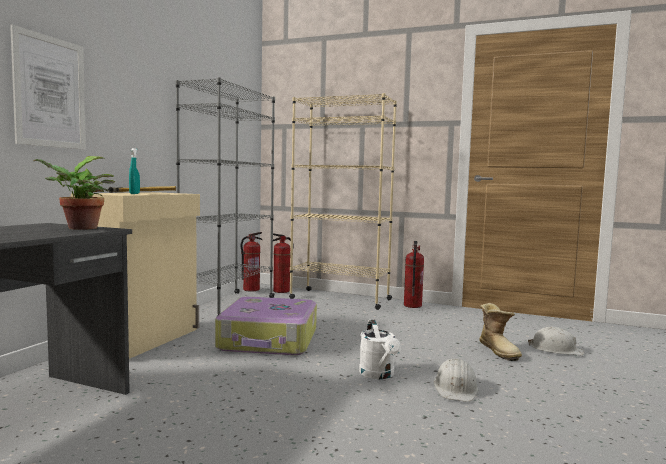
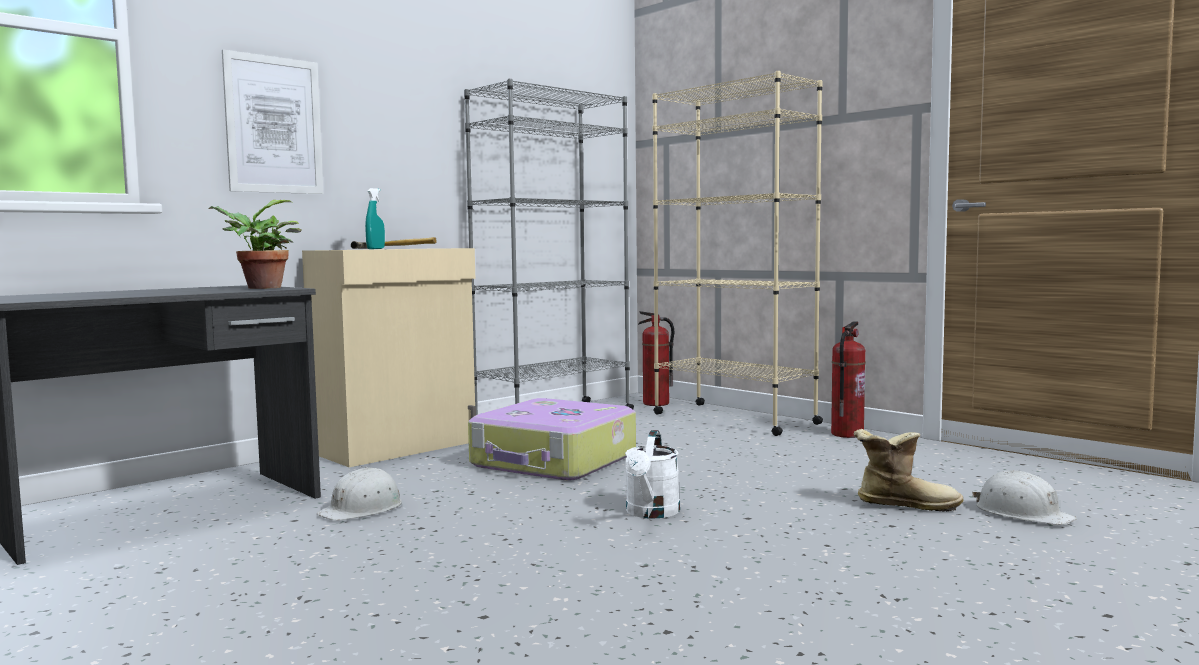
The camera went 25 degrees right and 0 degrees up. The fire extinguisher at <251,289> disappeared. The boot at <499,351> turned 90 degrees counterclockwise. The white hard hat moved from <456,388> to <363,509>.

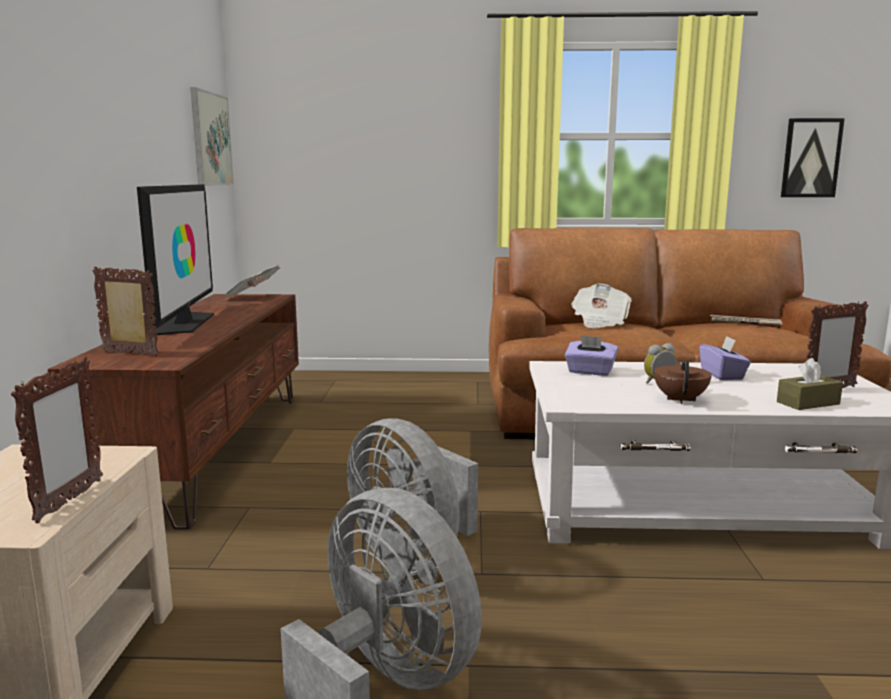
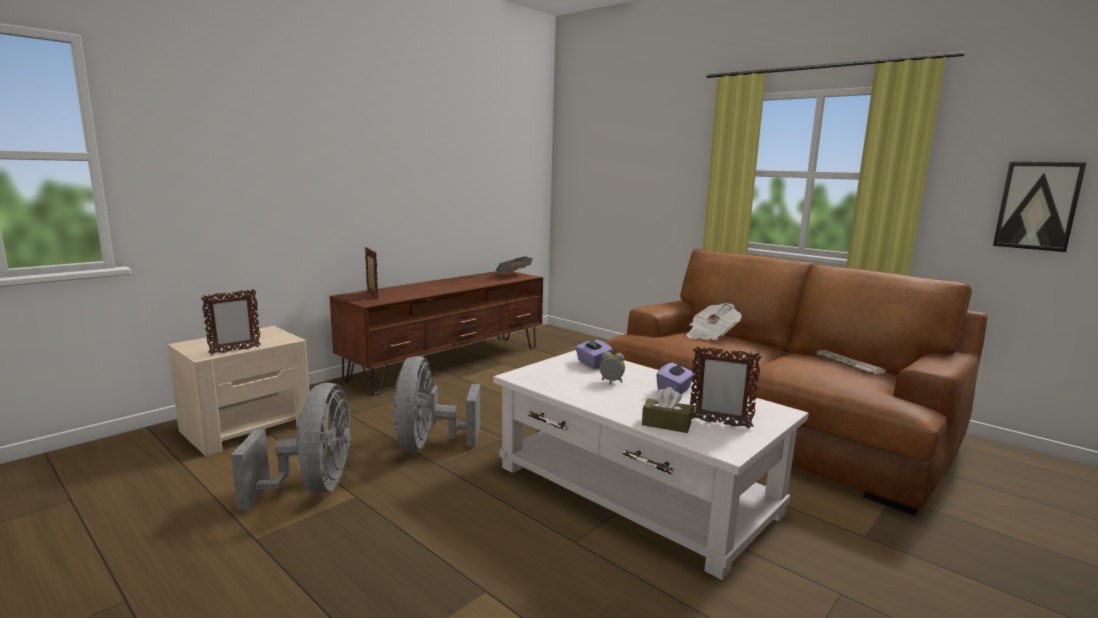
The camera went 40 degrees right and 0 degrees up. The picture at <211,139> disappeared. The television at <183,323> disappeared. The brown teapot at <680,399> disappeared.

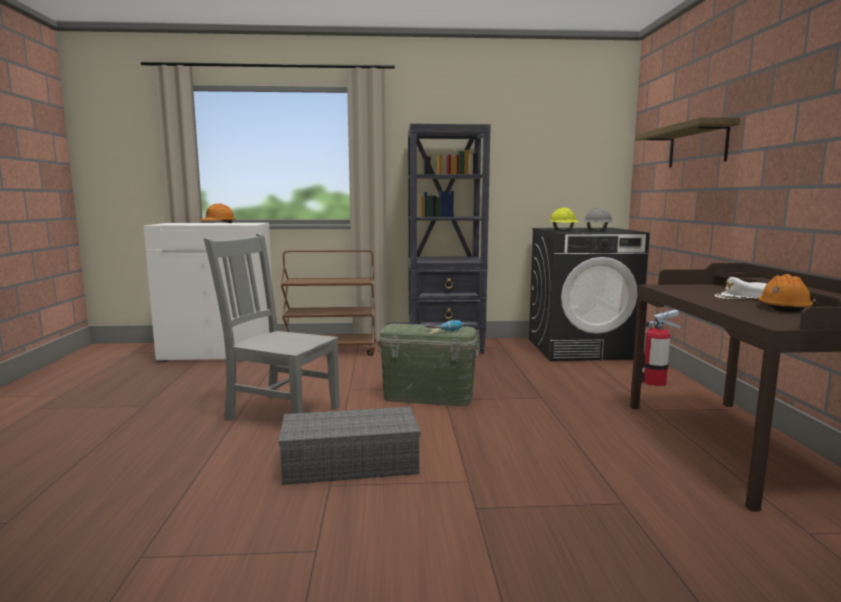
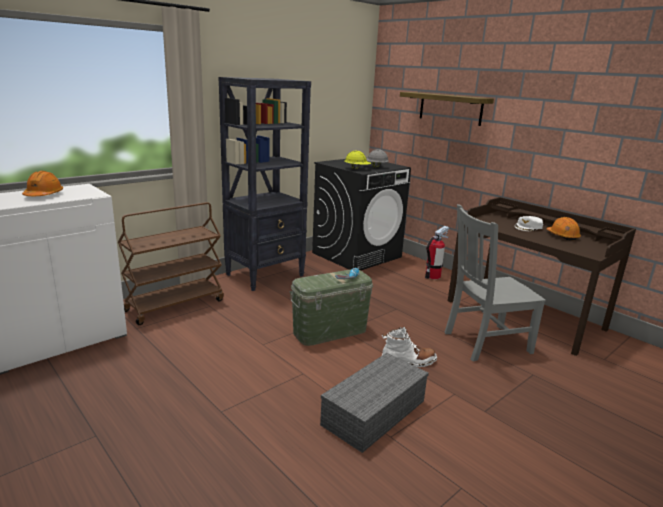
The camera went 40 degrees left and 10 degrees up. The grey chair moved from <280,412> to <484,342>. The white boot at <408,361> appeared.

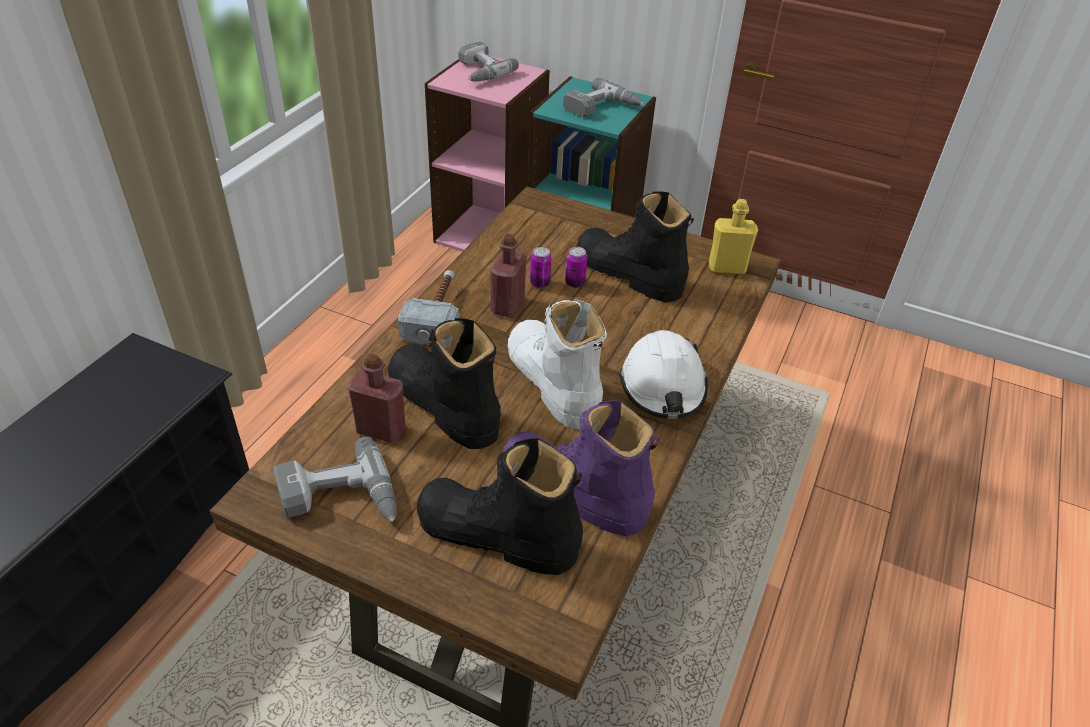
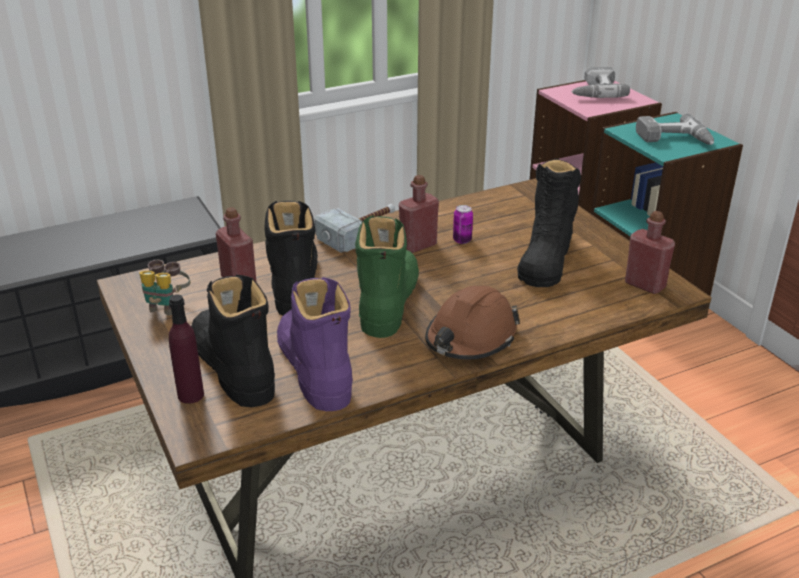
The camera went 40 degrees right and 10 degrees down. The black boot at <628,274> turned 150 degrees counterclockwise. The yellow bottle at <727,268> became the red bottle at <645,285>. The can at <574,283> disappeared. The white boot at <552,382> became the green boot at <388,301>. The white hard hat at <663,387> became the brown hard hat at <470,338>. The power drill at <339,500> was replaced by the binoculars at <167,306>. The purple bottle at <190,395> appeared.

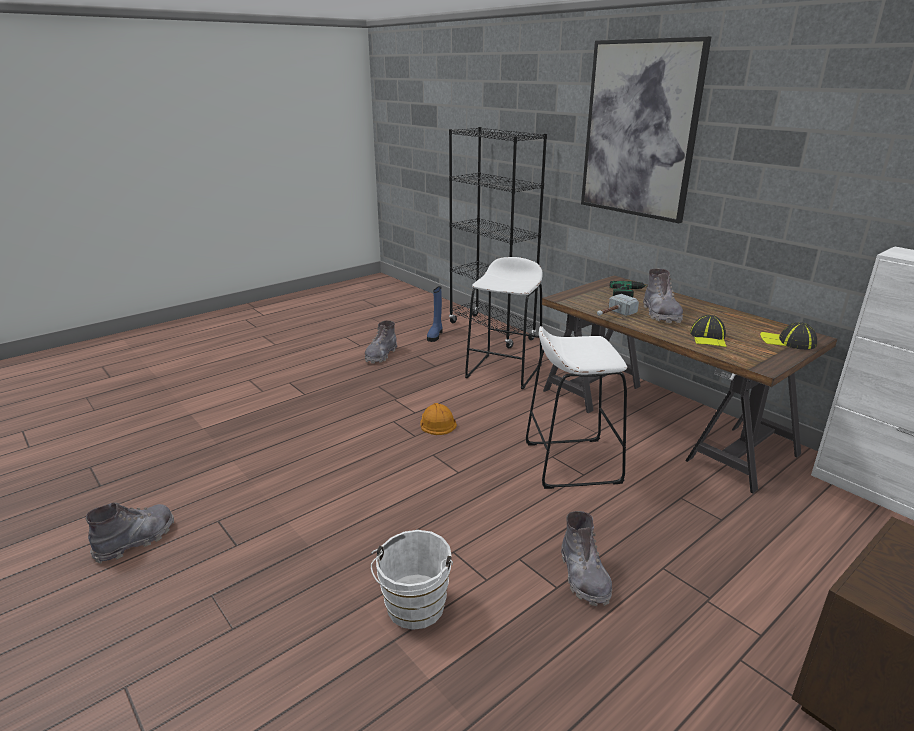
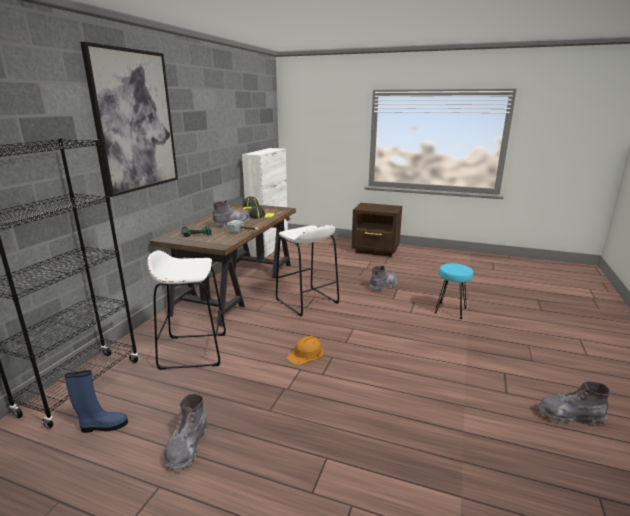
The camera went 120 degrees left and 5 degrees down. The grey boot at <381,355> turned 105 degrees clockwise. The white bucket at <413,610> was replaced by the turquoise stool at <451,310>.

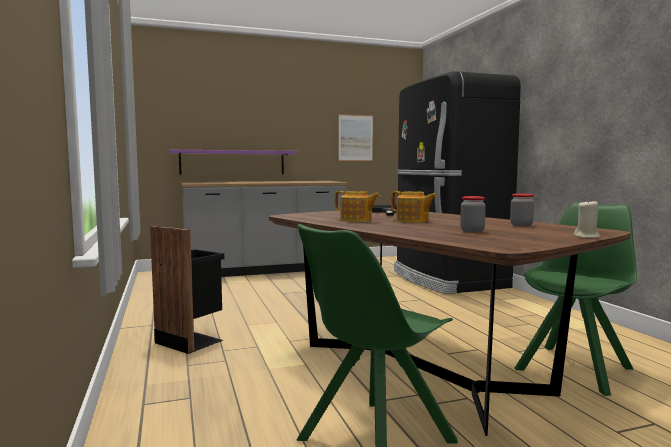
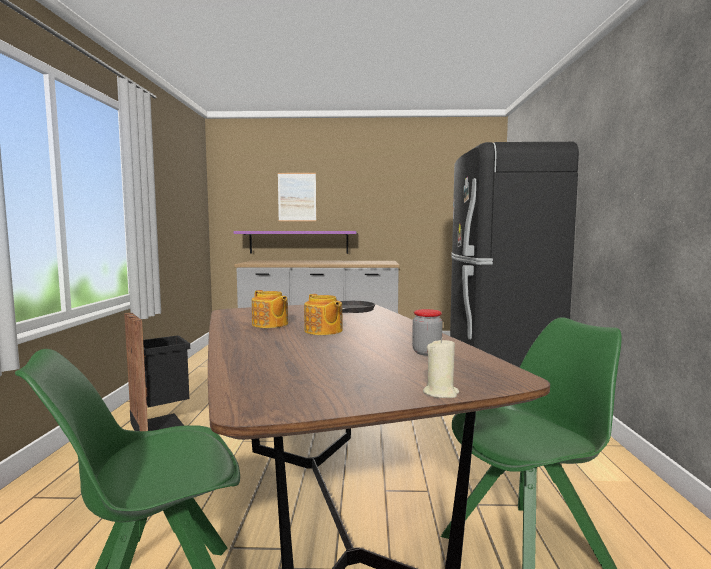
The camera went 20 degrees right and 0 degrees up. The picture moved from <355,138> to <297,197>. The jar at <472,231> disappeared.

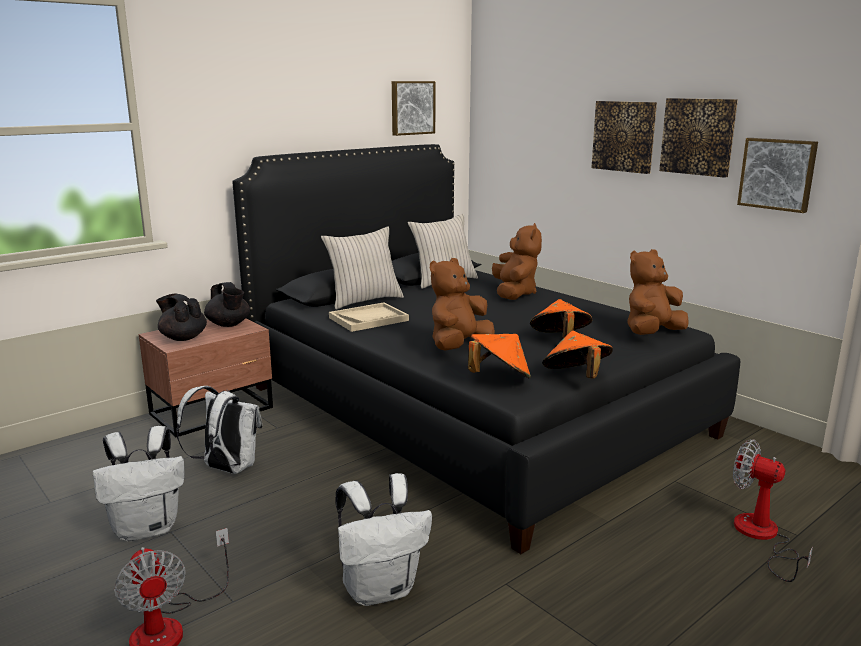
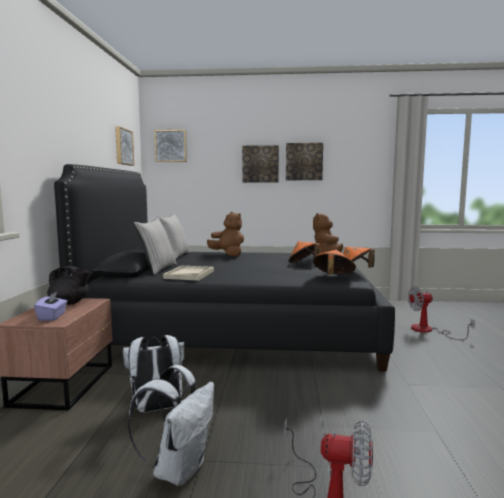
The camera went 45 degrees left and 10 degrees down. The picture moved from <777,174> to <171,146>. The brown plush toy at <458,347> disappeared. The black teapot at <183,338> was replaced by the purple tissue box at <52,317>. The white backpack at <381,589> disappeared.

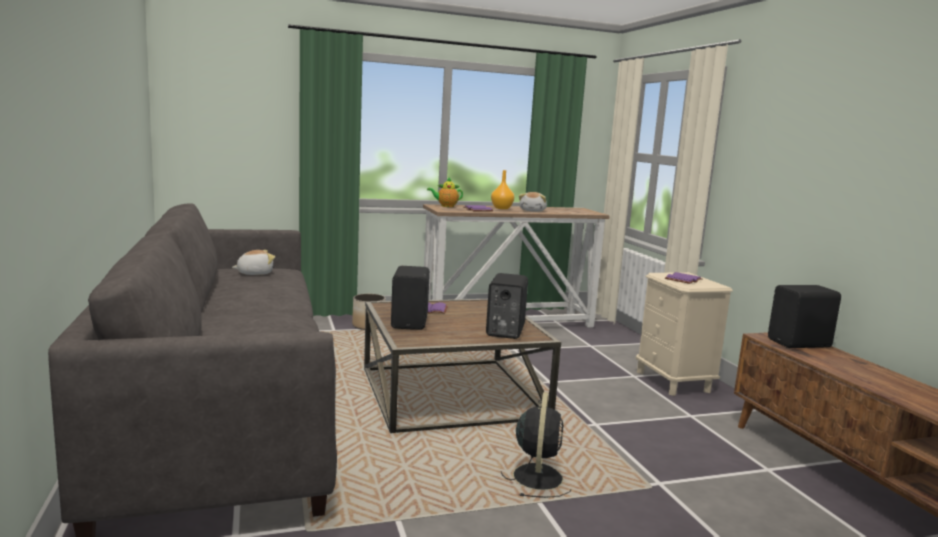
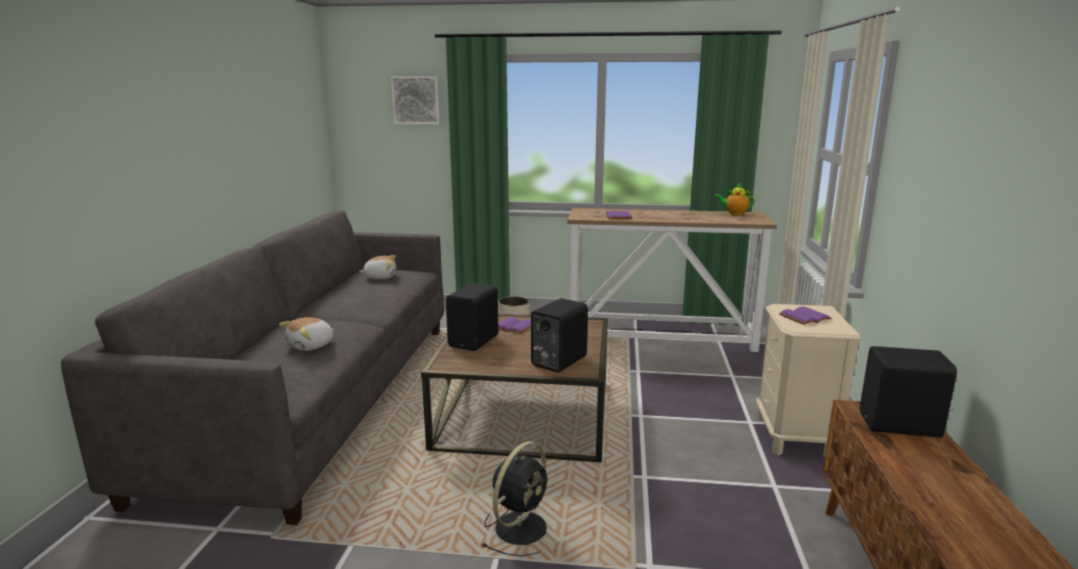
The camera went 25 degrees right and 5 degrees up. The orange vase at <501,208> disappeared. The teapot moved from <446,206> to <734,214>. The plush toy moved from <533,211> to <311,346>. The picture at <416,100> appeared.

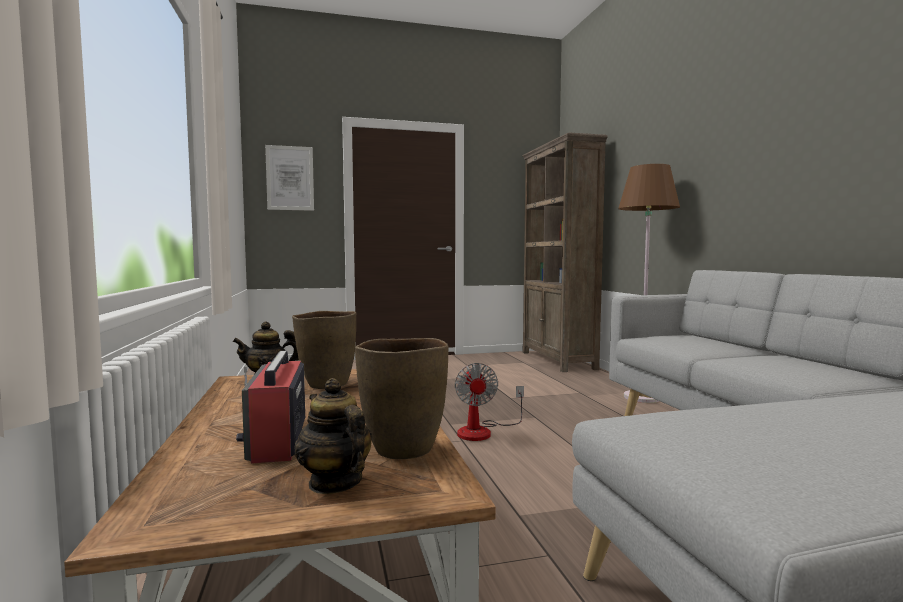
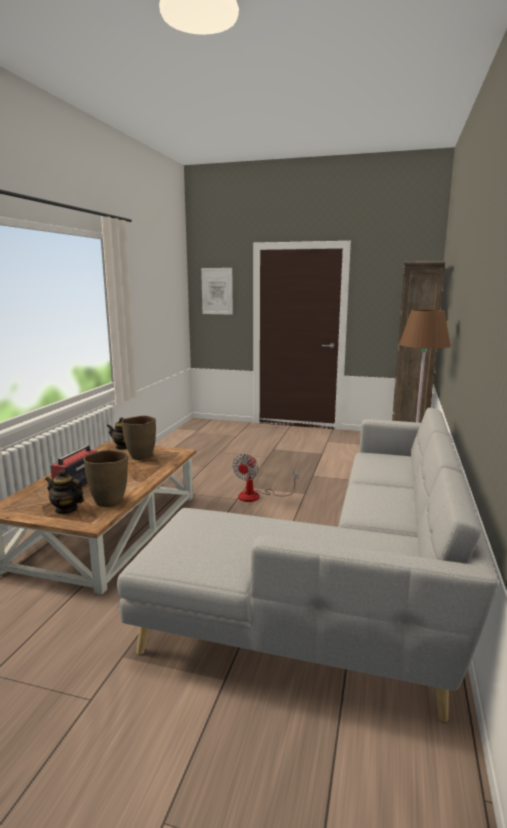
The camera went 30 degrees right and 10 degrees up. The teapot at <334,482> turned 60 degrees counterclockwise.

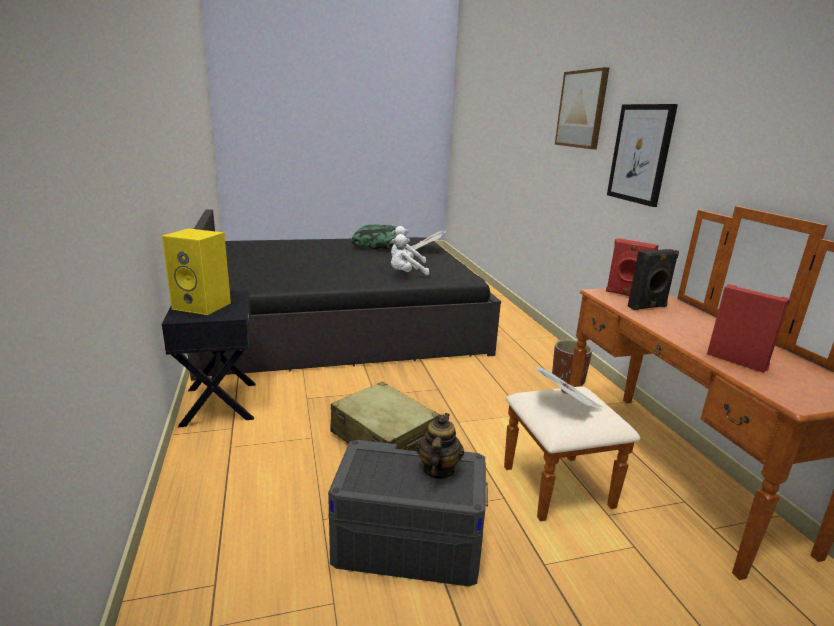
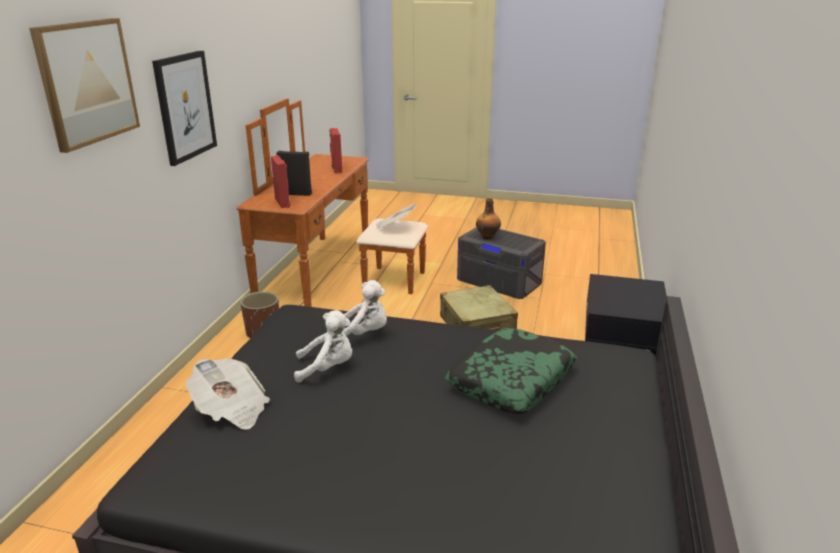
The camera went 150 degrees left and 5 degrees up. The pillow moved from <378,244> to <511,380>. The yellow speaker at <203,306> disappeared. The teapot at <438,470> was replaced by the bottle at <488,237>.

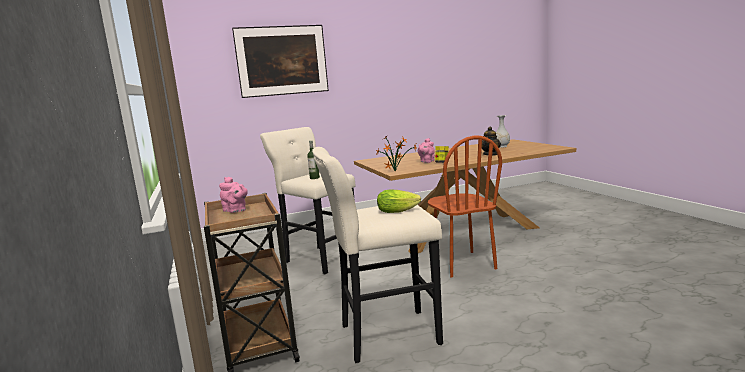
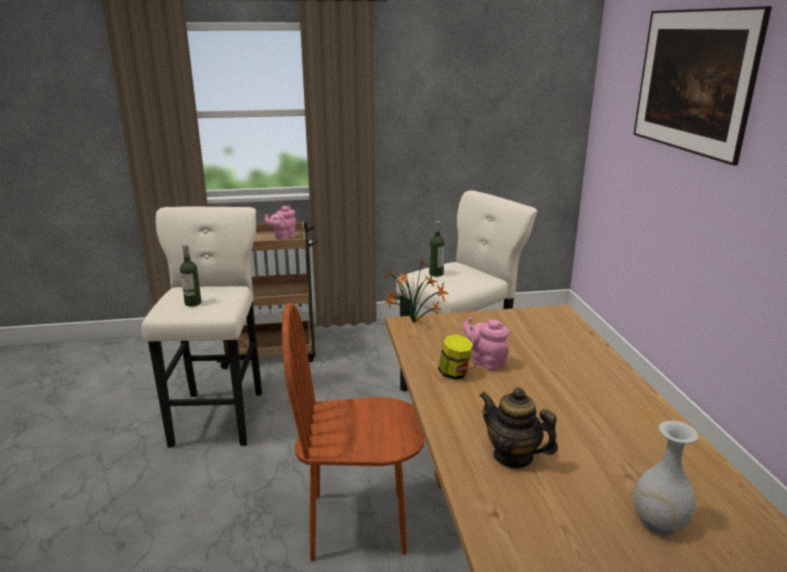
The camera went 100 degrees right and 10 degrees up. The lettuce at <400,211> was replaced by the bottle at <193,303>.

